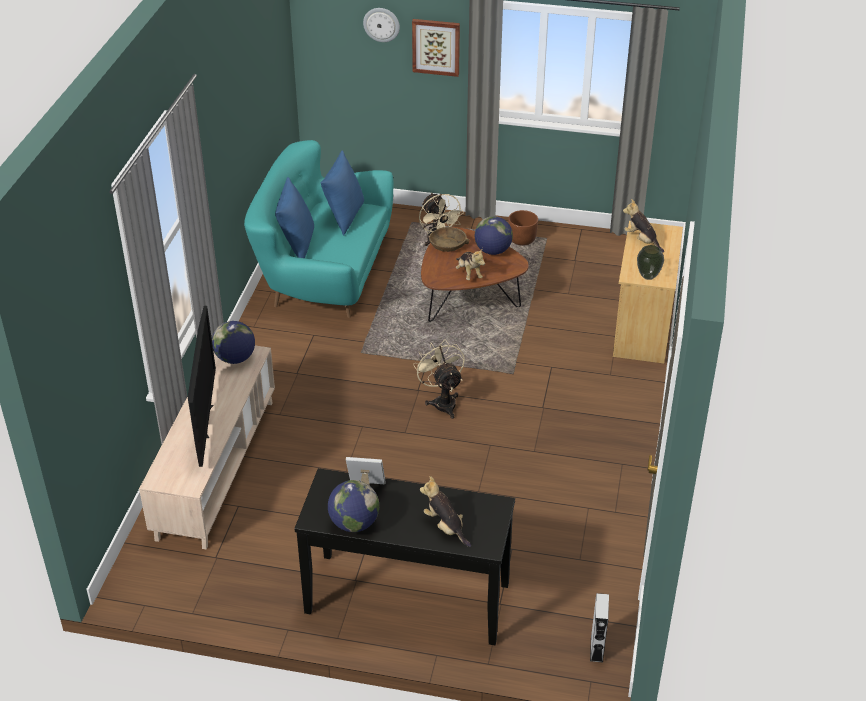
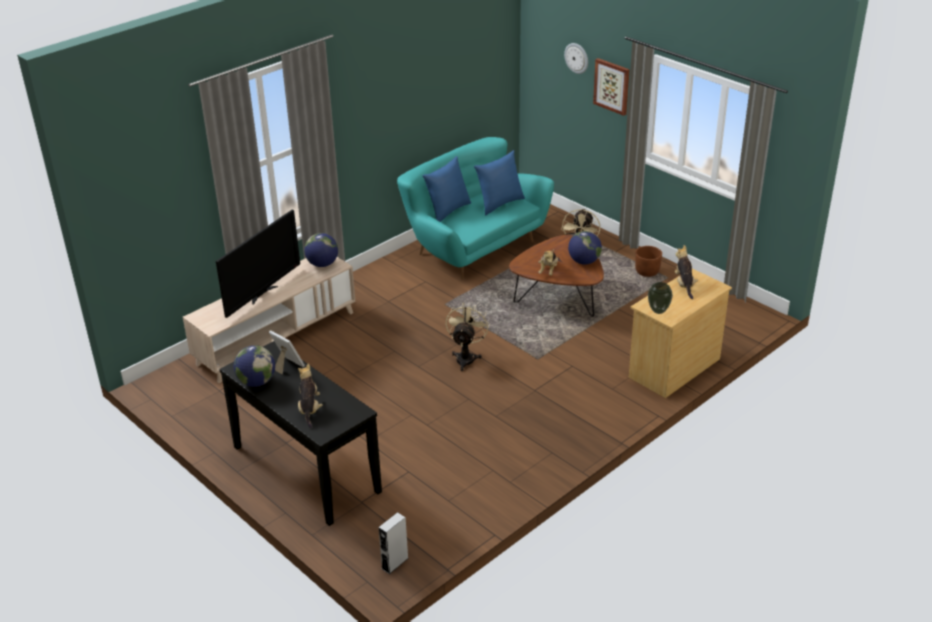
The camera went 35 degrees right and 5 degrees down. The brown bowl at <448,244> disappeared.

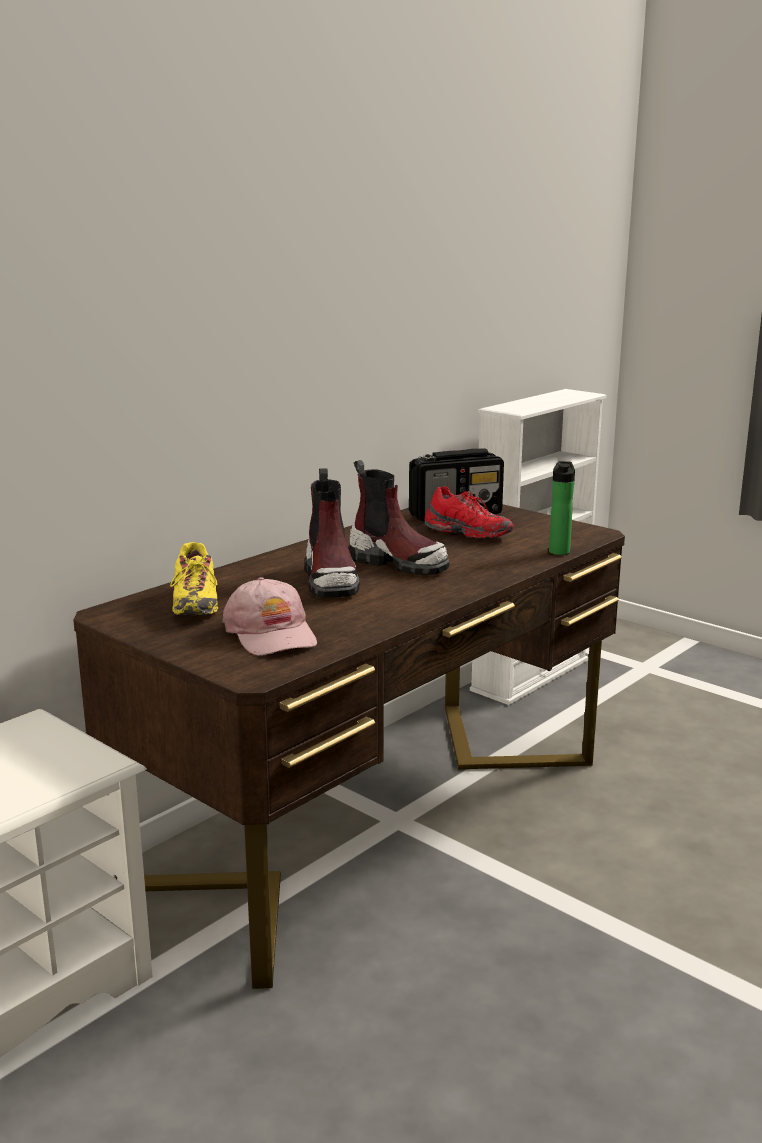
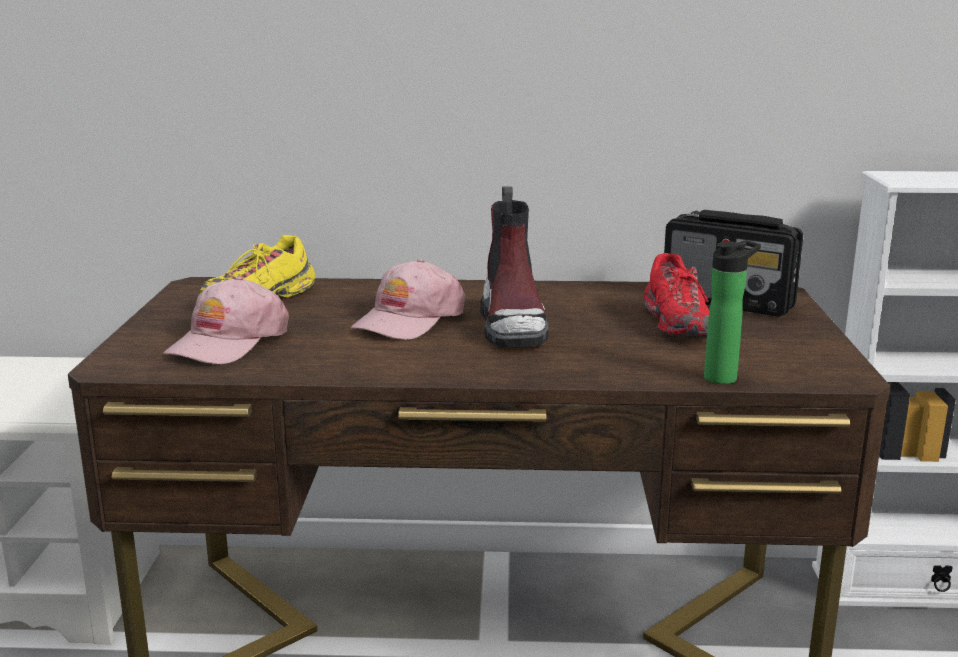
The camera went 50 degrees right and 0 degrees up. The boot at <331,581> was replaced by the pink cap at <408,320>.

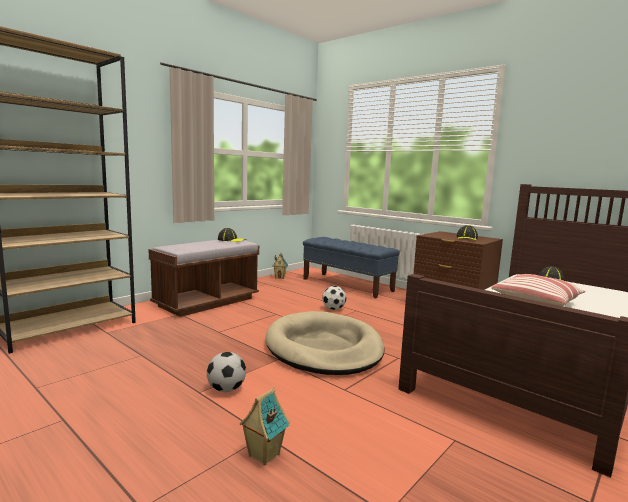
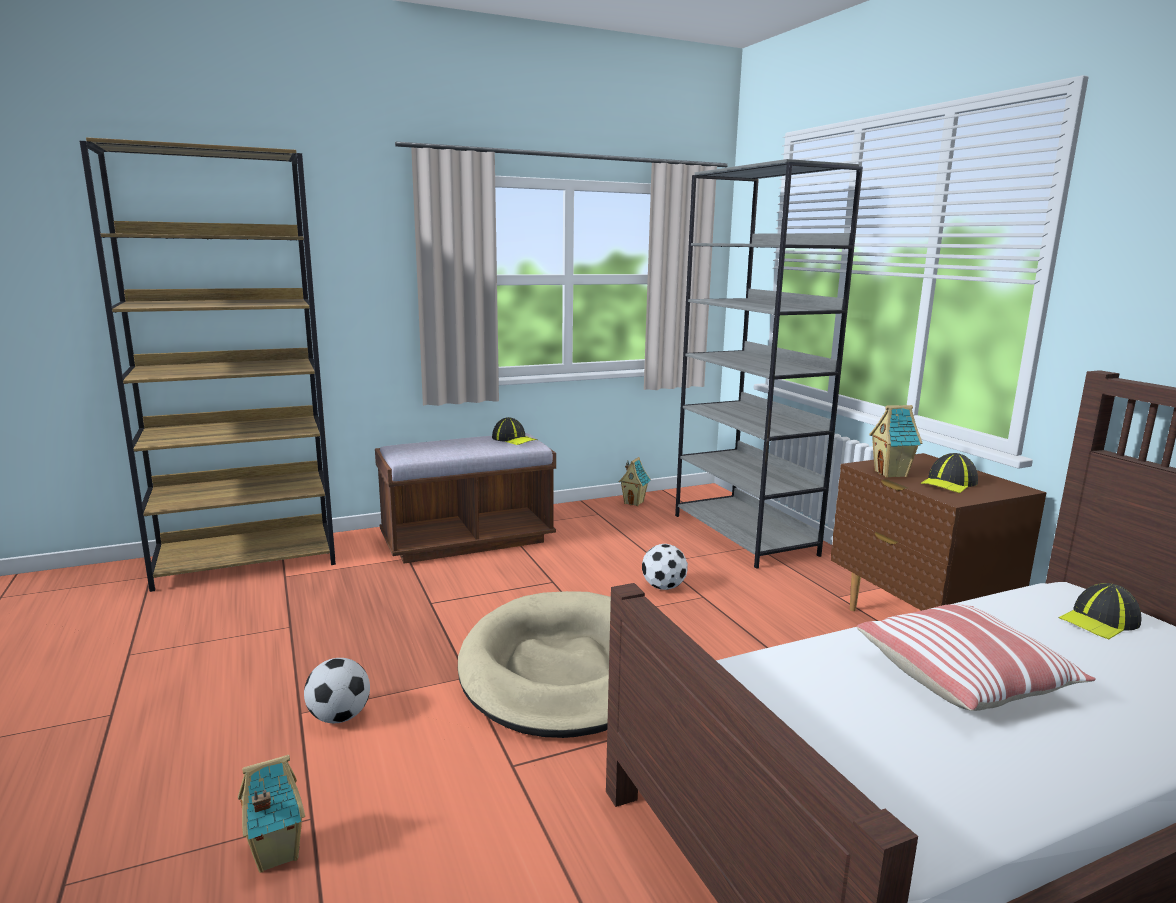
The camera went 25 degrees right and 5 degrees up. The blue bench at <347,285> was replaced by the grey bookcase at <744,535>. The toy house at <891,474> appeared.

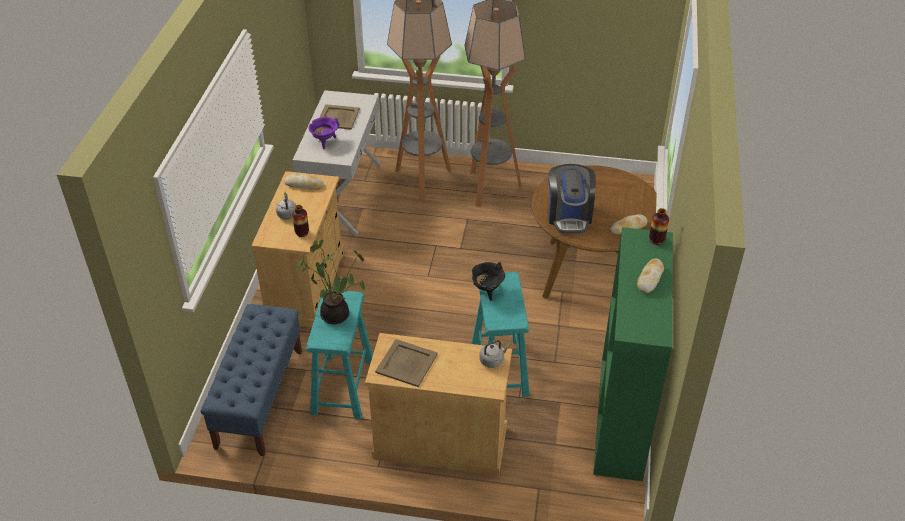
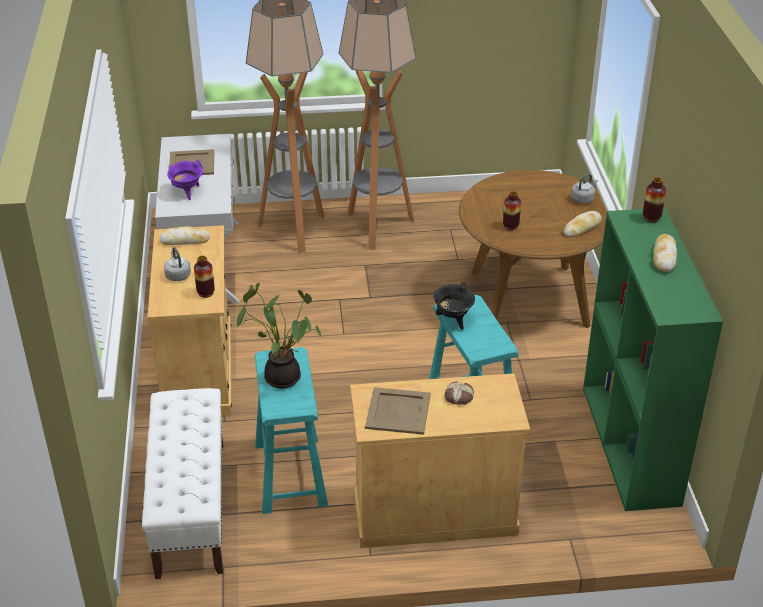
The camera went 15 degrees left and 5 degrees down. The coffee machine at <569,216> was replaced by the vase at <510,226>. The blue bench at <259,397> became the white bench at <191,507>. The grey kettle moved from <492,360> to <583,199>. The bread at <459,396> appeared.

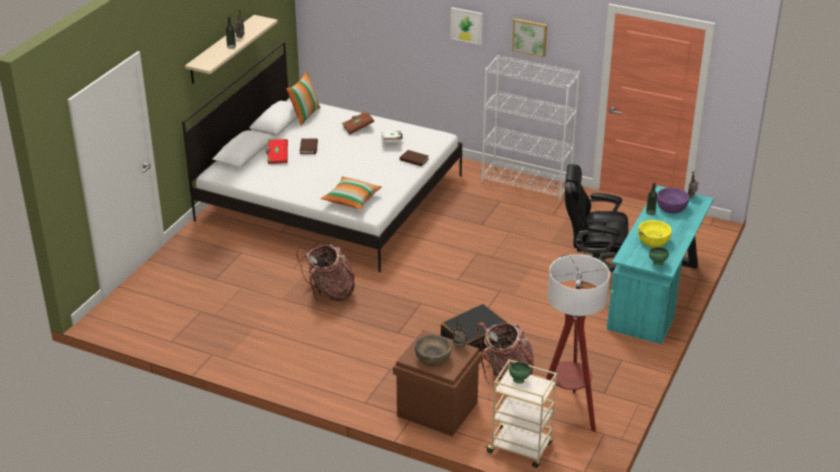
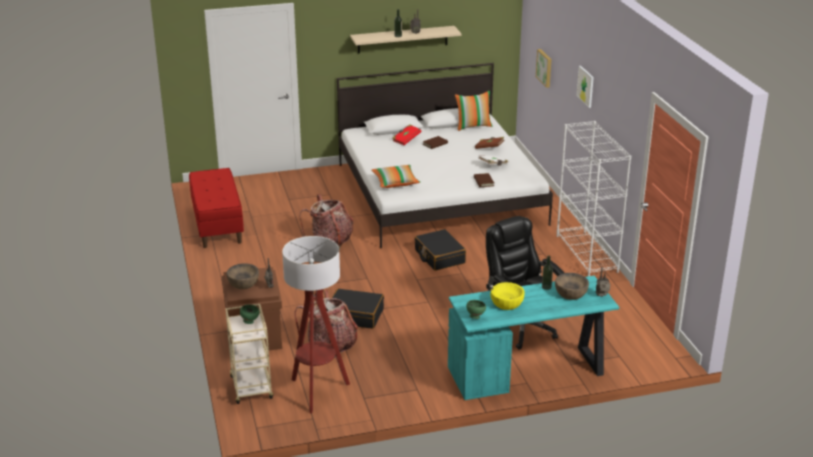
The camera went 50 degrees right and 5 degrees down. The picture moved from <530,37> to <545,68>. The purple bowl at <671,207> became the brown bowl at <570,293>. The red bench at <217,225> appeared. The black suitcase at <439,257> appeared.

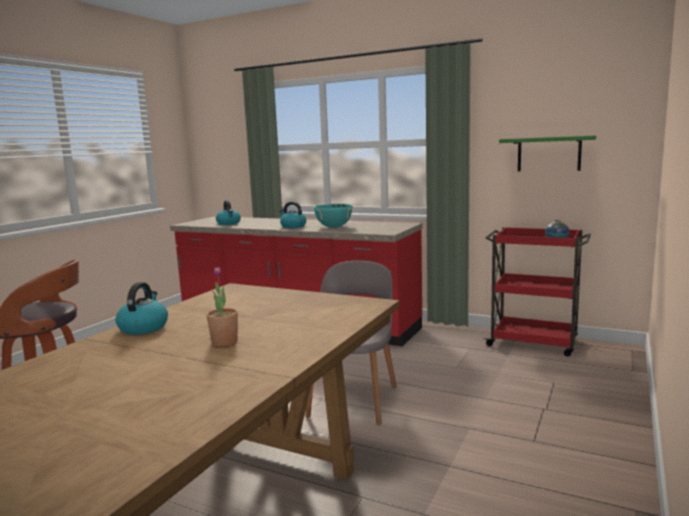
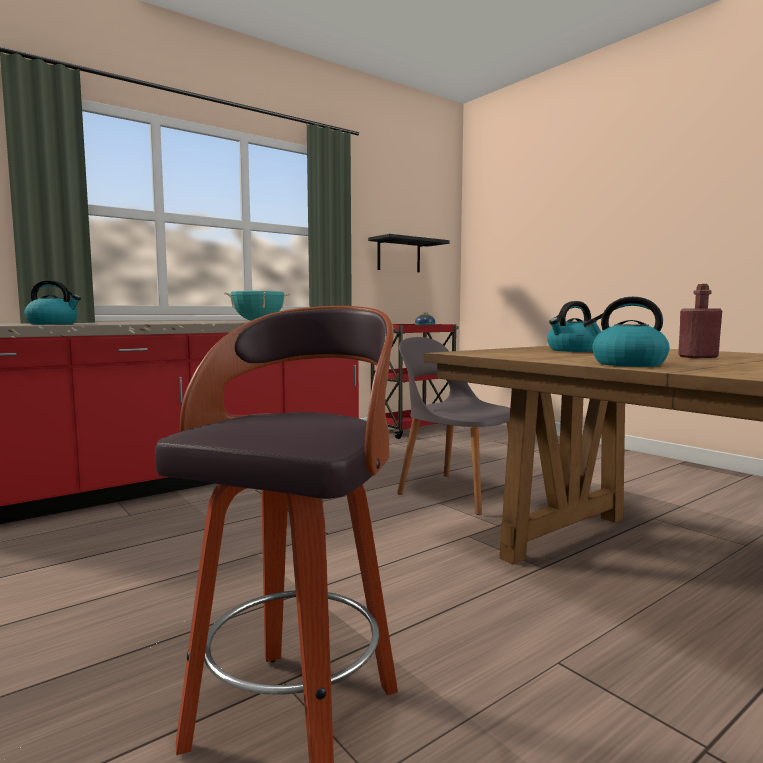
The camera went 65 degrees left and 5 degrees down. The green shelf at <549,154> became the black shelf at <398,255>. The kettle moved from <293,226> to <572,350>. The potted plant at <224,342> was replaced by the red bottle at <698,357>.

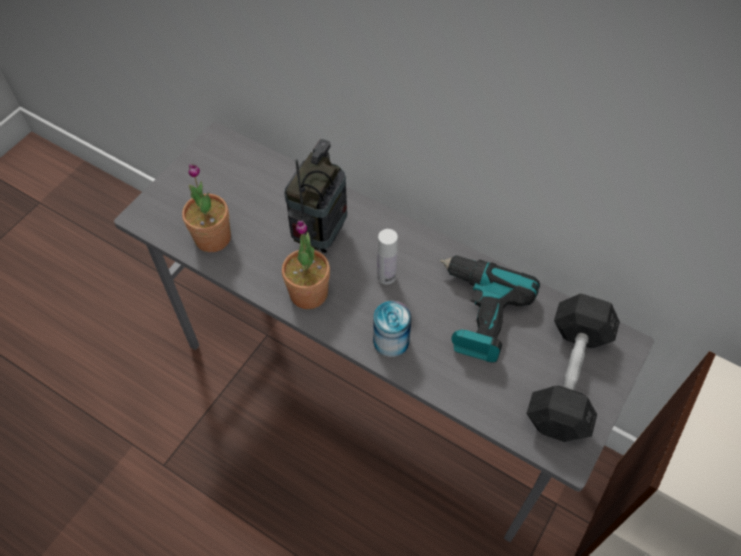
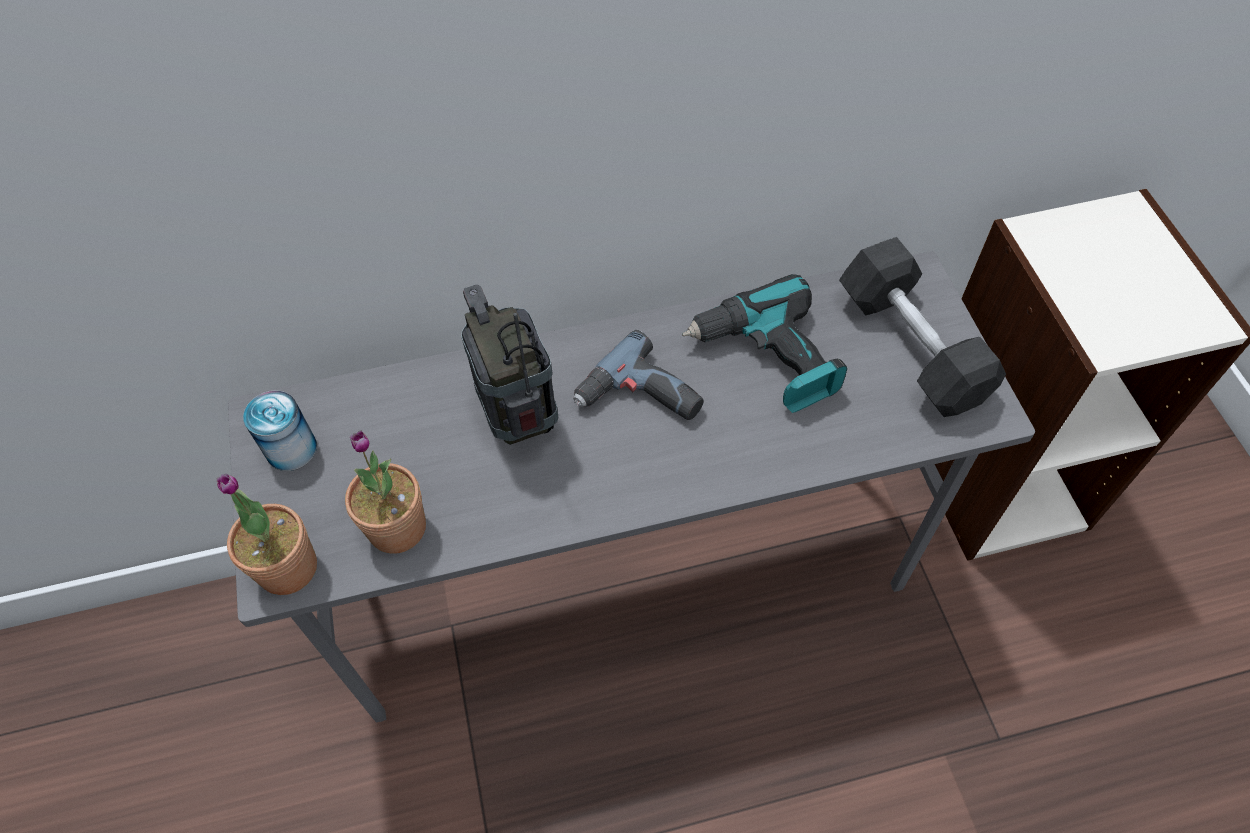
The camera went 45 degrees left and 0 degrees up. The potted plant moved from <308,293> to <287,568>. The white bottle at <386,276> was replaced by the power drill at <640,400>. The can moved from <391,340> to <291,449>.

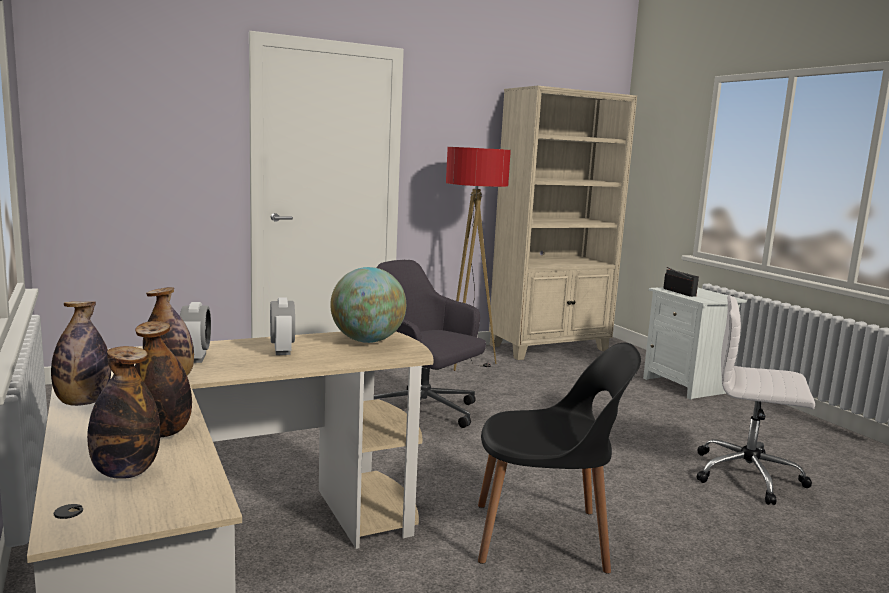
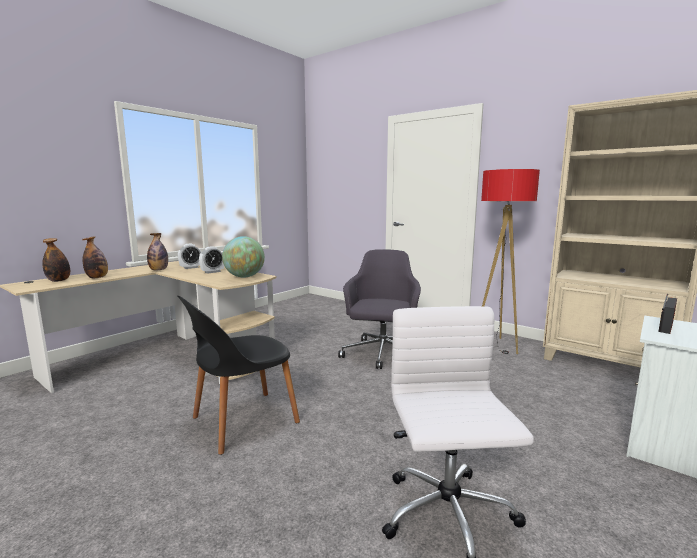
The camera went 65 degrees right and 0 degrees up. The bottle at <83,403> disappeared. The black chair at <544,537> turned 75 degrees clockwise.

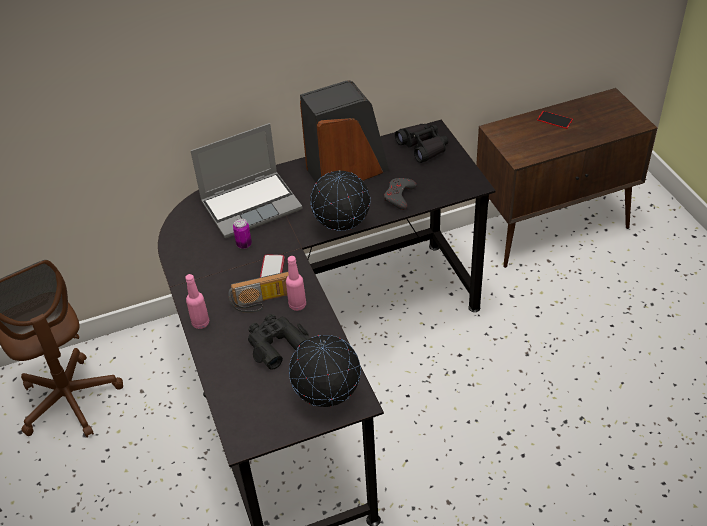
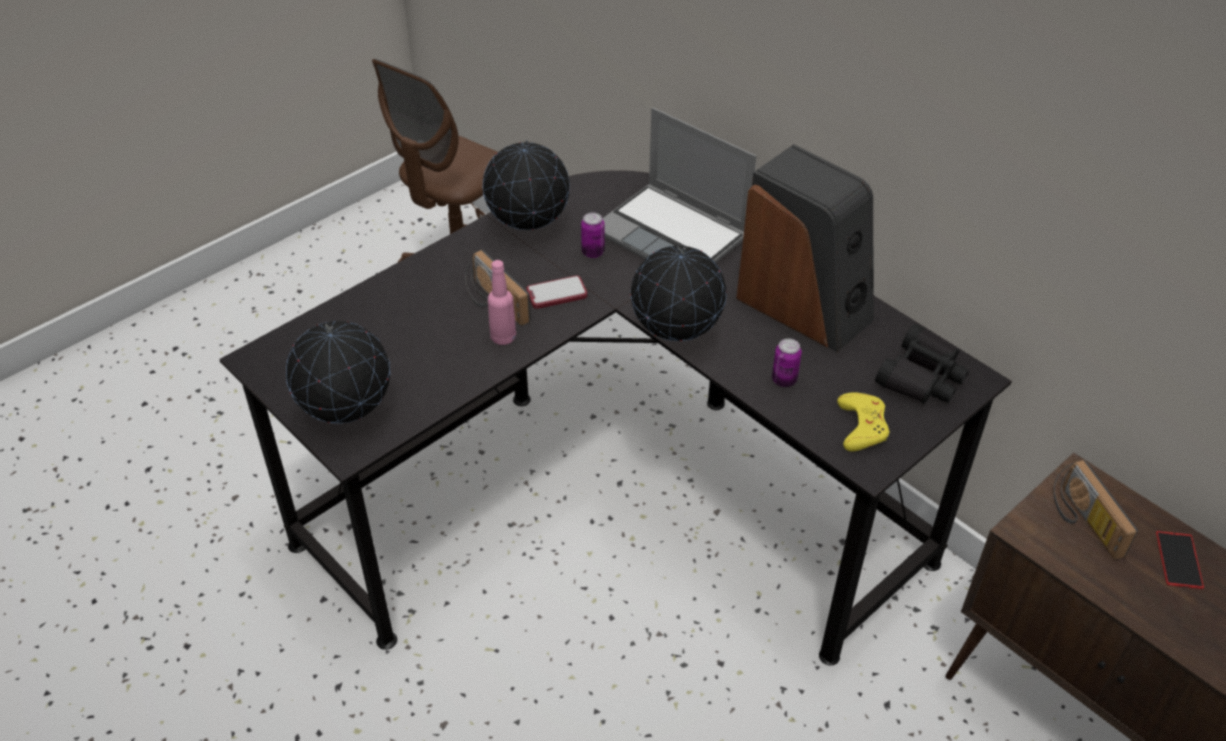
The camera went 65 degrees right and 0 degrees up. The grey game controller at <399,196> was replaced by the can at <784,380>. The pink bottle at <200,323> disappeared. The black binoculars at <276,344> disappeared. The globe at <529,230> appeared. The yellow game controller at <862,426> appeared. The radio at <1083,521> appeared.

